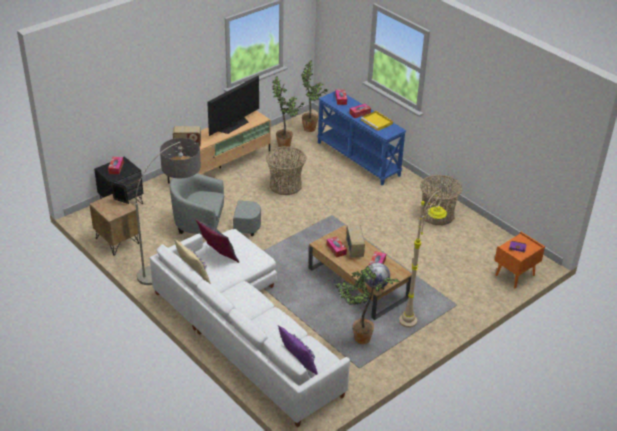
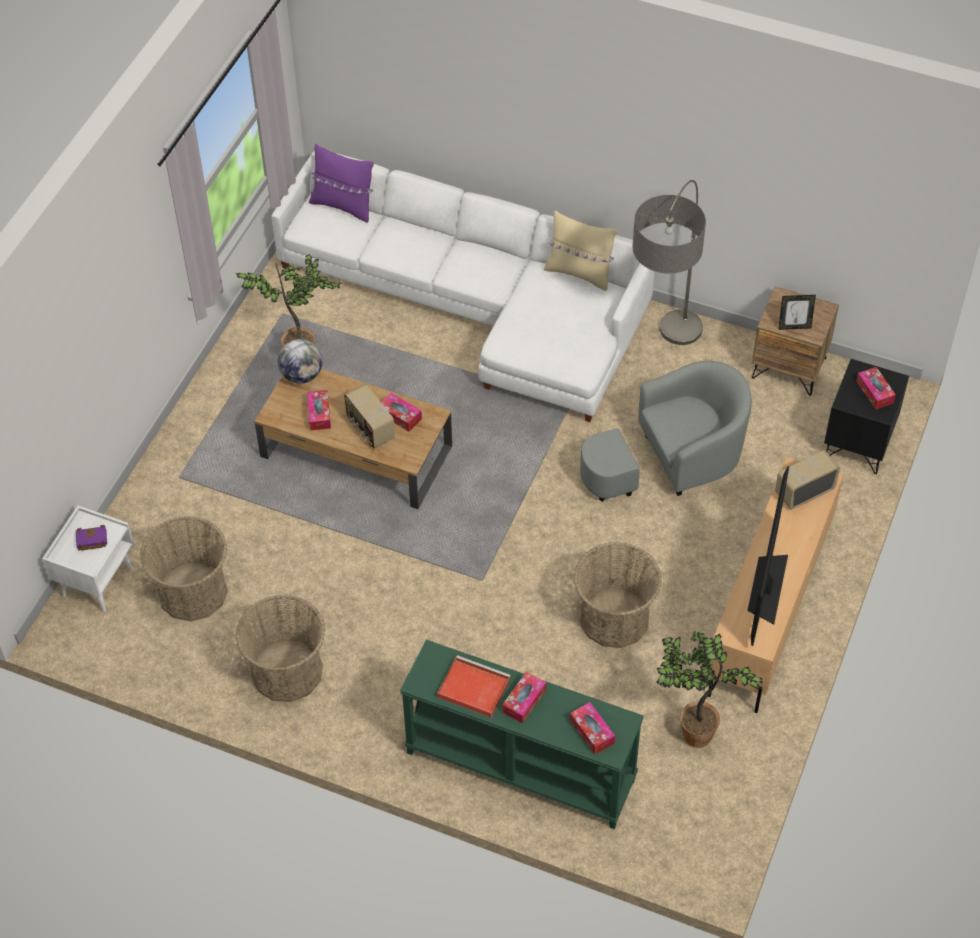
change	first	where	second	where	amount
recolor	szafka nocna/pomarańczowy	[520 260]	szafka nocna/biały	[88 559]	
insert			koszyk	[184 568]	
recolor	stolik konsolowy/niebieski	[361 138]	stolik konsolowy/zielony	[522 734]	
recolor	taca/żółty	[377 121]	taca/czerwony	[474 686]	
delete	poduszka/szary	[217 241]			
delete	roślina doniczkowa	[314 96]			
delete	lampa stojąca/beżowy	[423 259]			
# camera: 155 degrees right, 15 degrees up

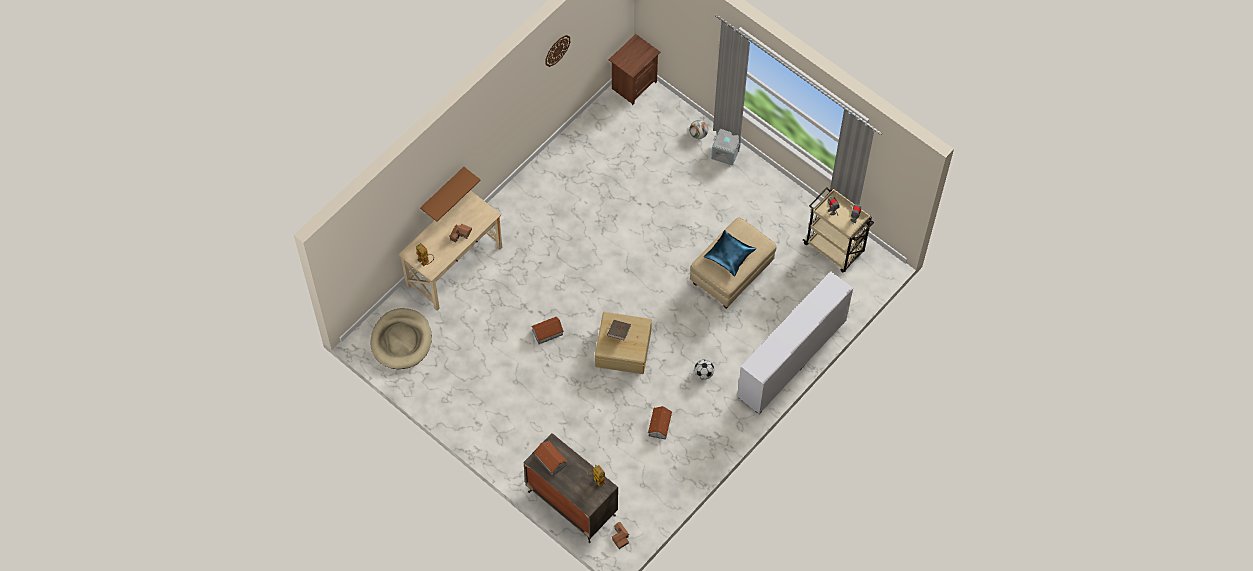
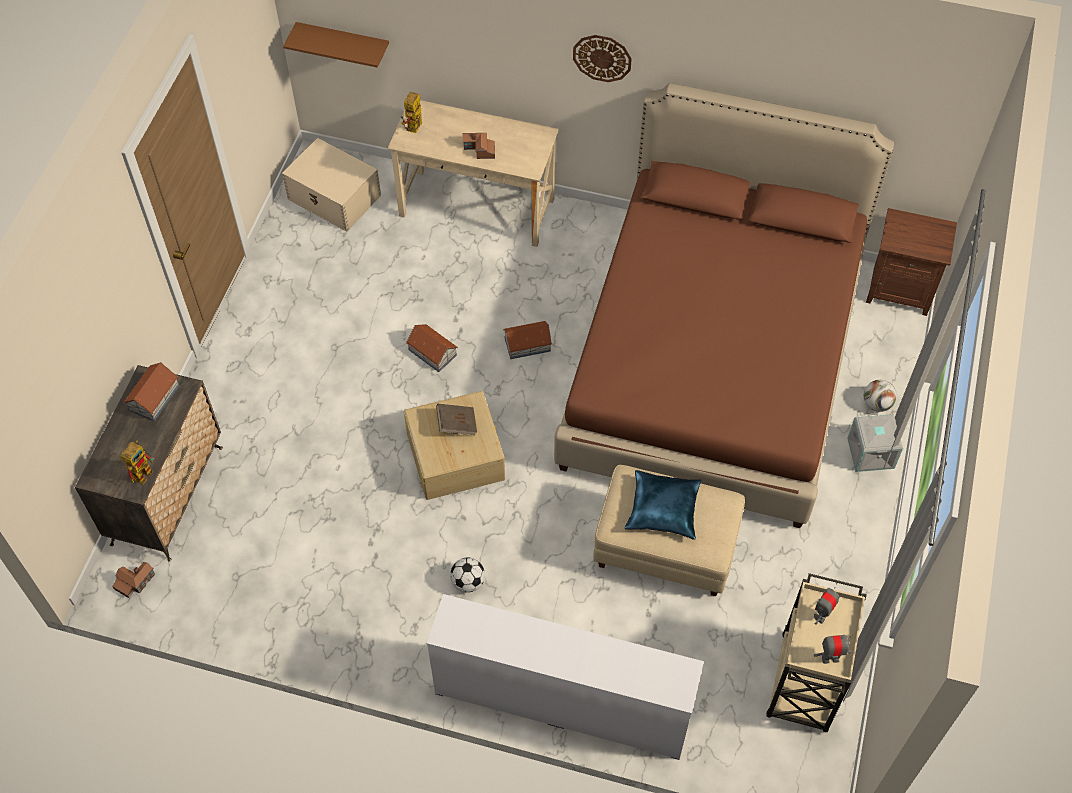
change	first	where	second	where	amount
replace	legowisko/beżowy	[401 338]	pojemnik do przechowywania/beżowy	[331 185]	
move	półka/brązowy	[450 194]		[336 45]	
move	domek	[660 423]		[528 340]	
insert			łóżko/brązowy	[724 305]	
move	zegar ścienny	[557 51]		[602 58]	
# camera: 65 degrees right, 5 degrees down

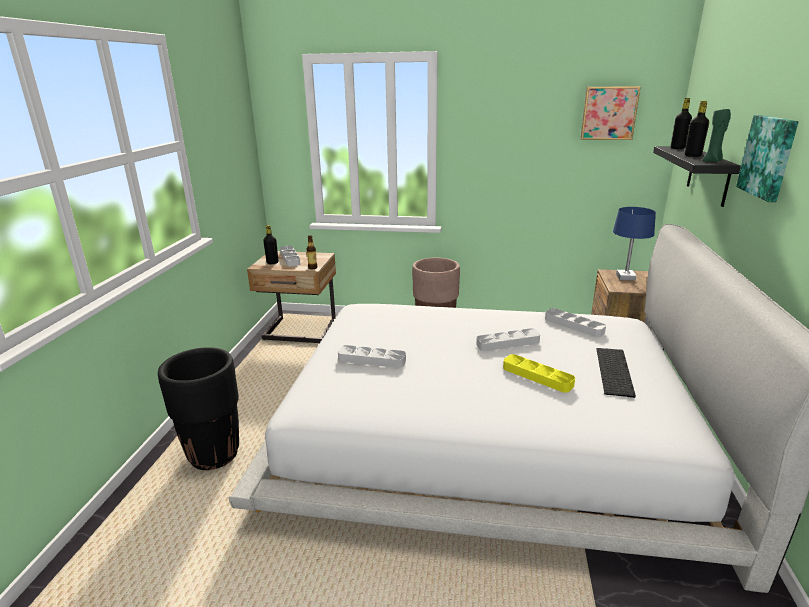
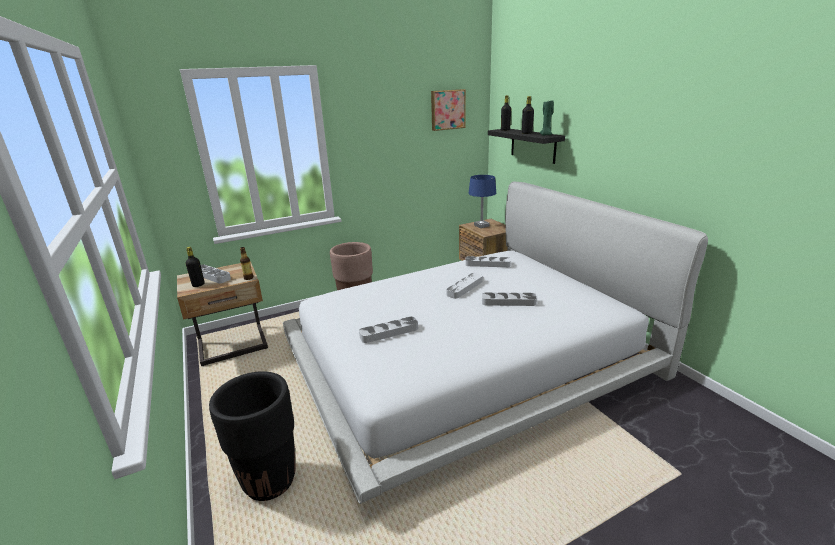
change	first	where	second	where	amount
recolor	taca/żółty	[539 373]	taca/szary	[509 299]	
delete	klawiatura	[616 373]			
delete	obraz	[767 158]			
# camera: 35 degrees left, 0 degrees up

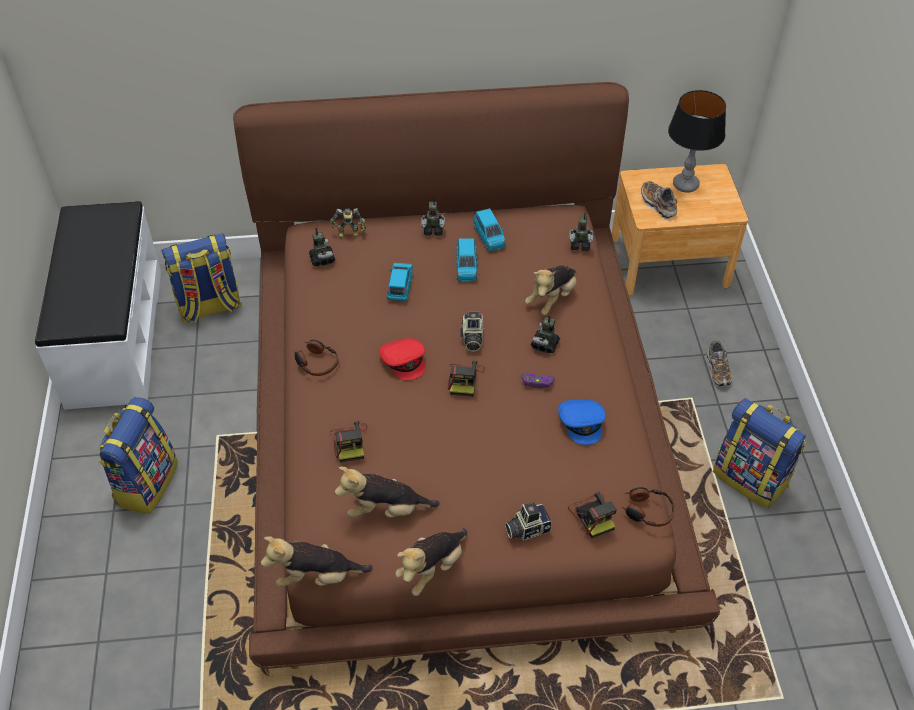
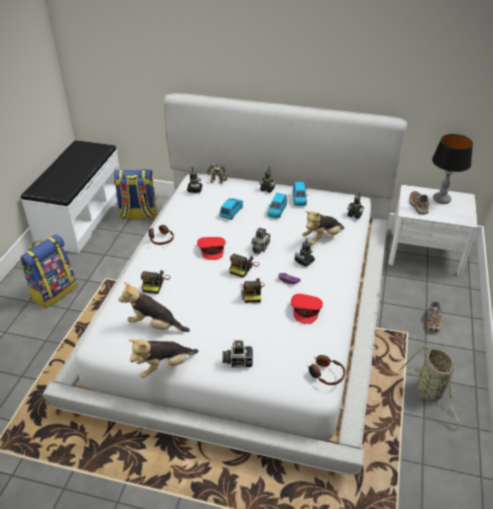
change	first	where	second	where	amount
recolor	łóżko/brązowy	[476 375]	łóżko/biały	[225 284]	
move	aparat fotograficzny	[592 515]		[252 290]	
recolor	czapka z daszkiem/niebieski	[582 422]	czapka z daszkiem/czerwony	[307 309]	
recolor	szafka nocna/brązowy	[680 229]	szafka nocna/biały	[433 230]	
replace	plecak	[759 453]	koszyk	[431 385]	
delete	pluszak	[317 561]			
# camera: 20 degrees right, 10 degrees down

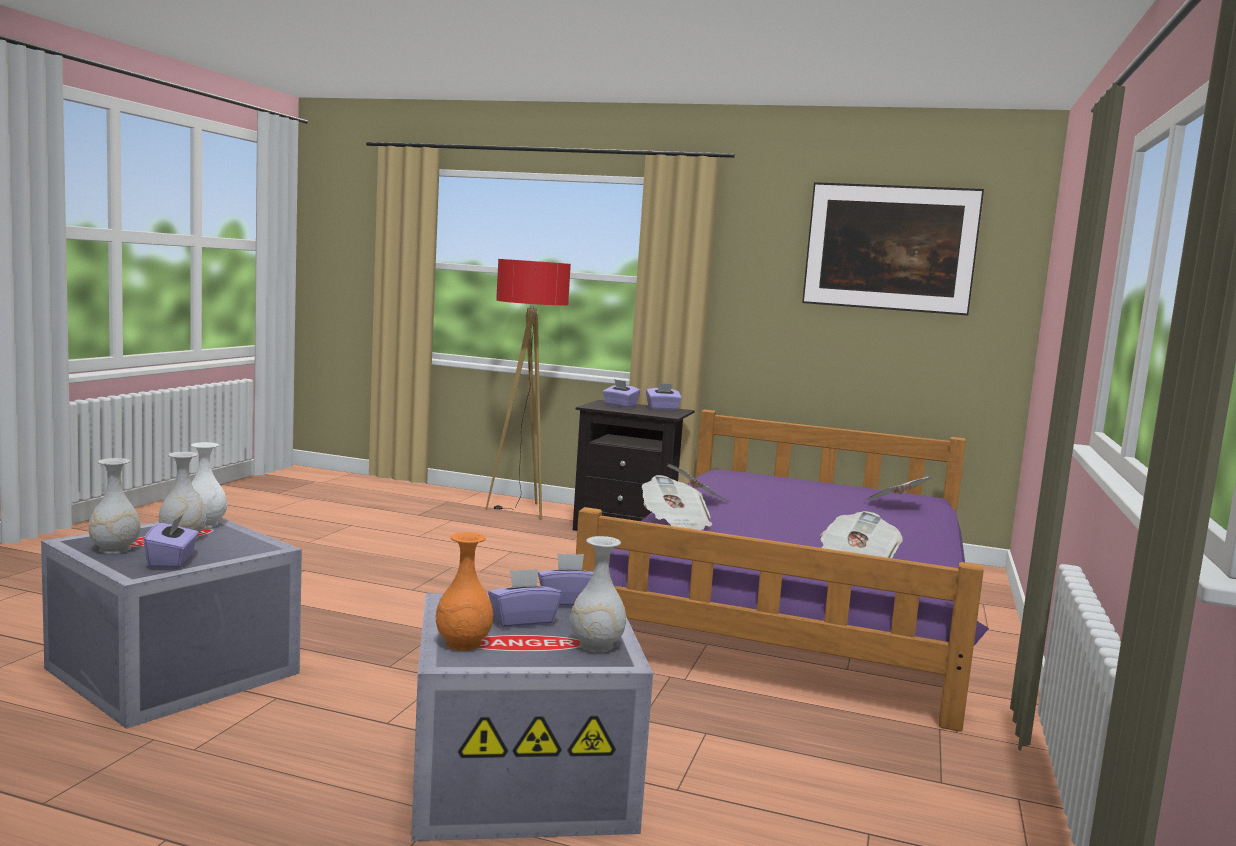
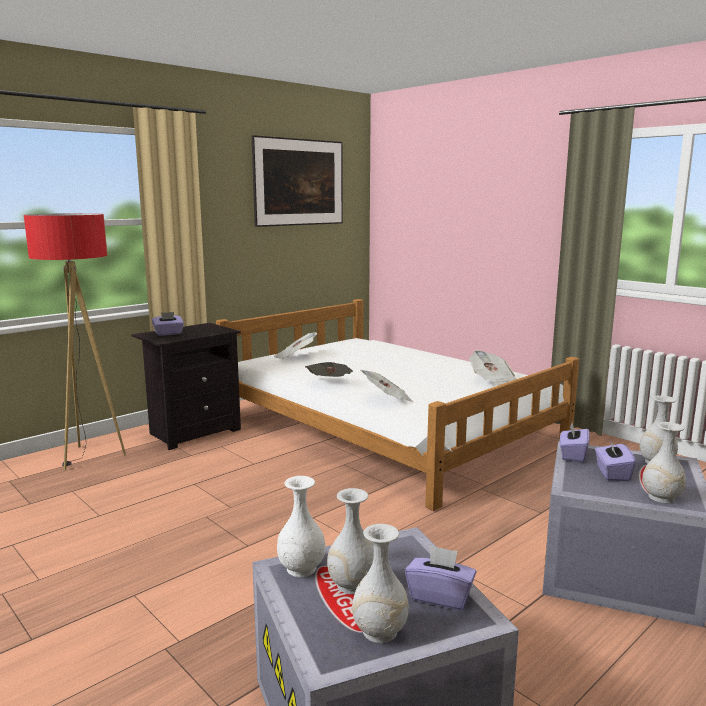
change	first	where	second	where	amount
recolor	łóżko/fioletowy	[782 571]	łóżko/biały	[397 405]	
move	gazeta	[897 488]		[295 345]	
recolor	wazon/pomarańczowy	[464 591]	wazon/biały	[664 462]	
delete	pudełko chusteczek/fioletowy	[664 396]			
# camera: 60 degrees left, 5 degrees up

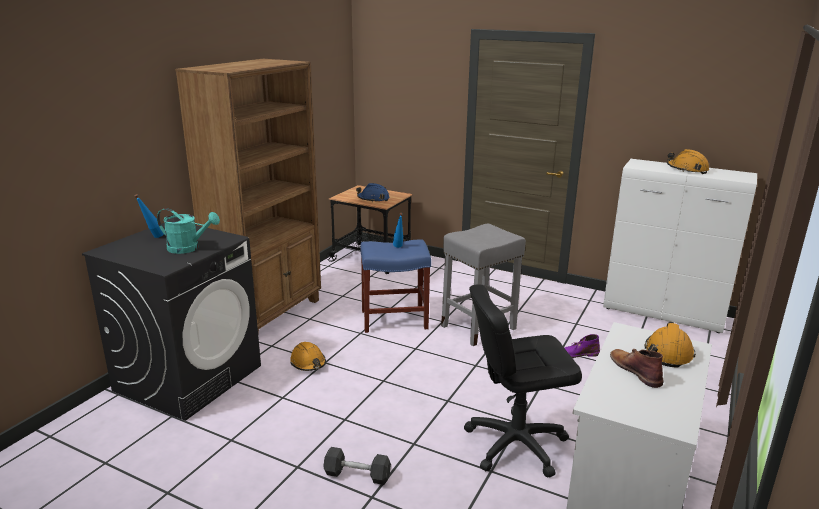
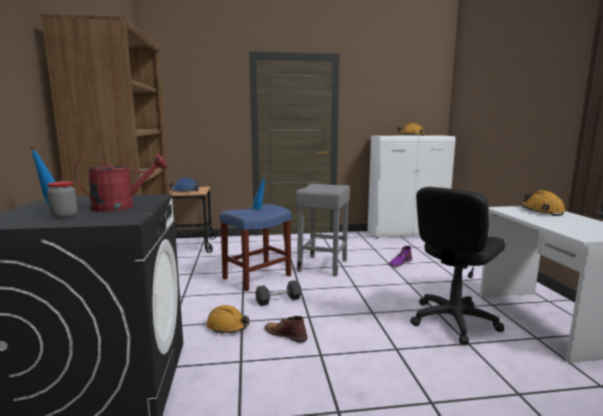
change	first	where	second	where	amount
insert			słoik	[62 200]	
recolor	konewka/turkusowy	[188 231]	konewka/czerwony	[120 183]	
move	hantel/szary	[357 466]		[278 293]	
move	but z cholewką/brązowy	[637 368]		[286 329]	
# camera: 35 degrees left, 10 degrees down

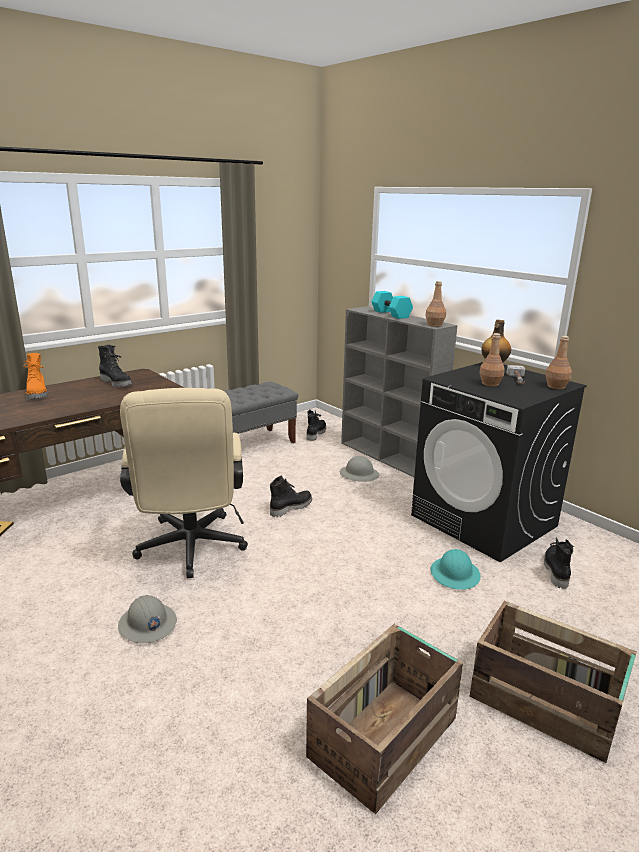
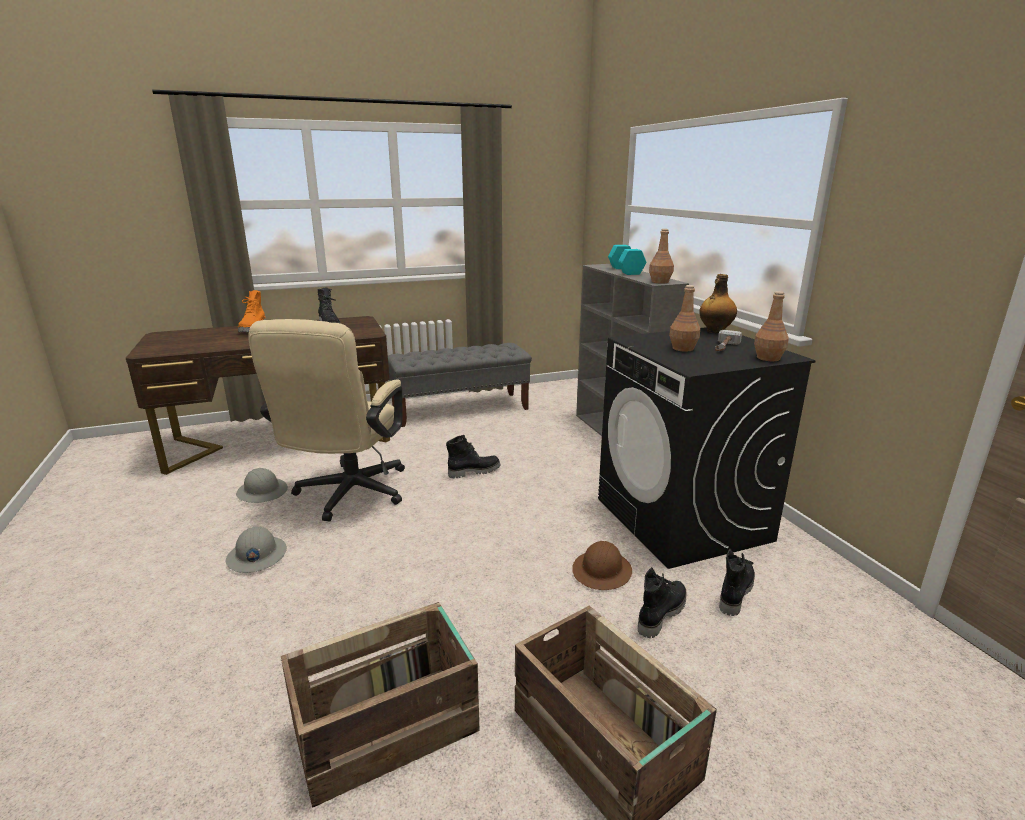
change	first	where	second	where	amount
move	kask/szary	[359 469]		[262 485]	
recolor	kask/turkusowy	[456 569]	kask/brązowy	[602 565]	
move	but z cholewką/czarny	[316 425]		[662 602]	
# camera: 20 degrees right, 0 degrees up

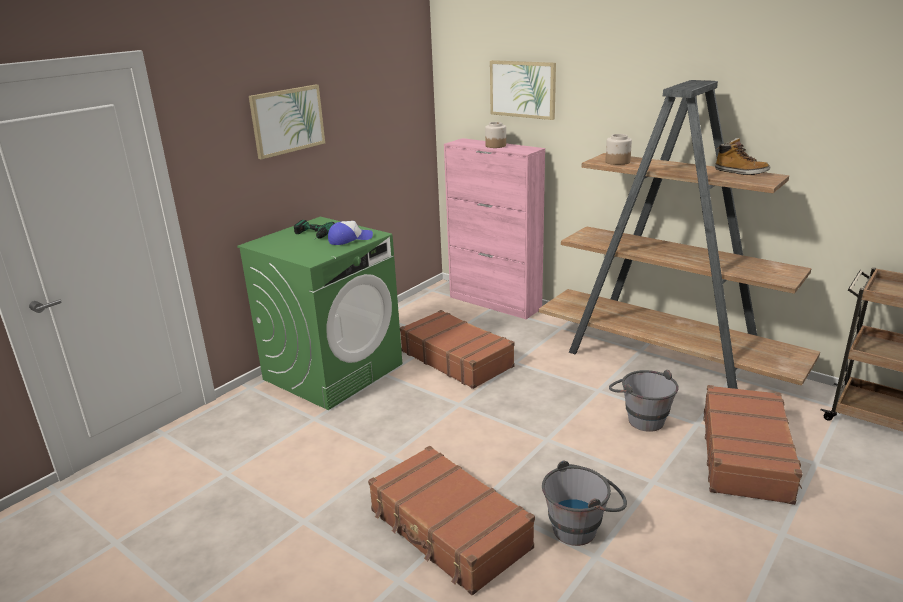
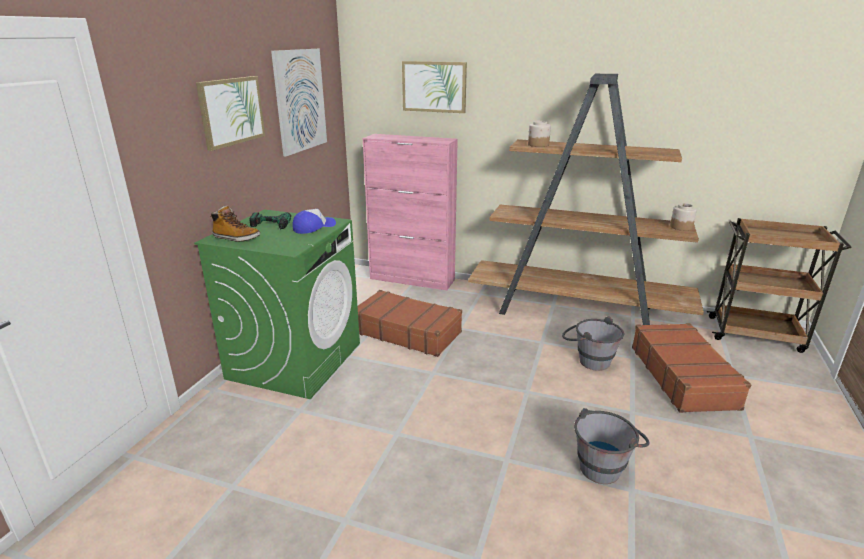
change	first	where	second	where	amount
move	but z cholewką	[742 156]		[235 223]	
insert			obraz	[299 103]	
move	słoik	[495 135]		[683 217]	
delete	walizka/brązowy	[451 520]			
# camera: 20 degrees left, 0 degrees up

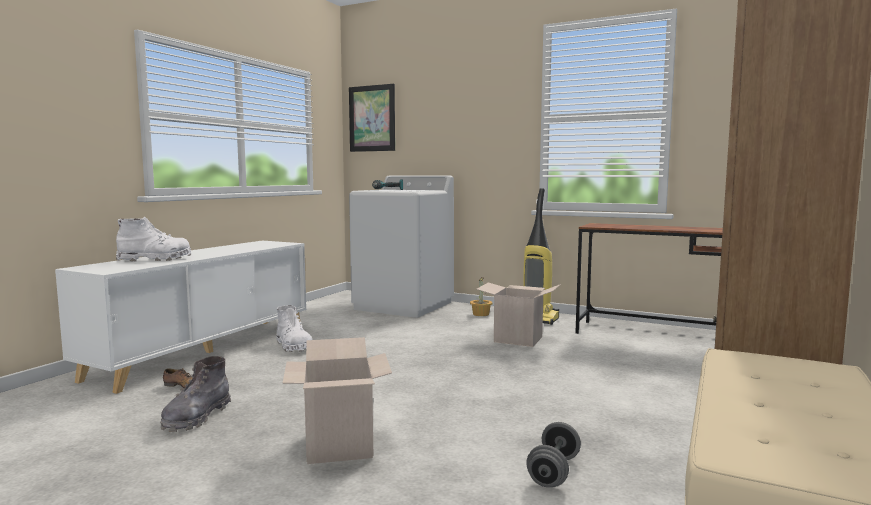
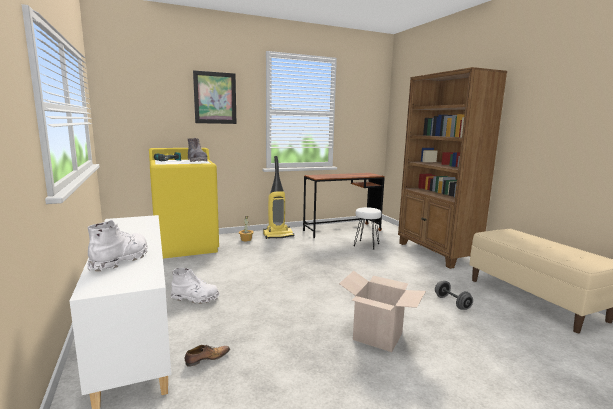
change	first	where	second	where	amount
recolor	pralka/biały	[401 247]	pralka/żółty	[184 203]	
move	but z cholewką/szary	[195 394]		[198 150]	
move	obraz	[372 118]		[214 97]	
insert			stołek/biały	[368 228]	
delete	karton	[519 314]			
# camera: 50 degrees left, 5 degrees up

